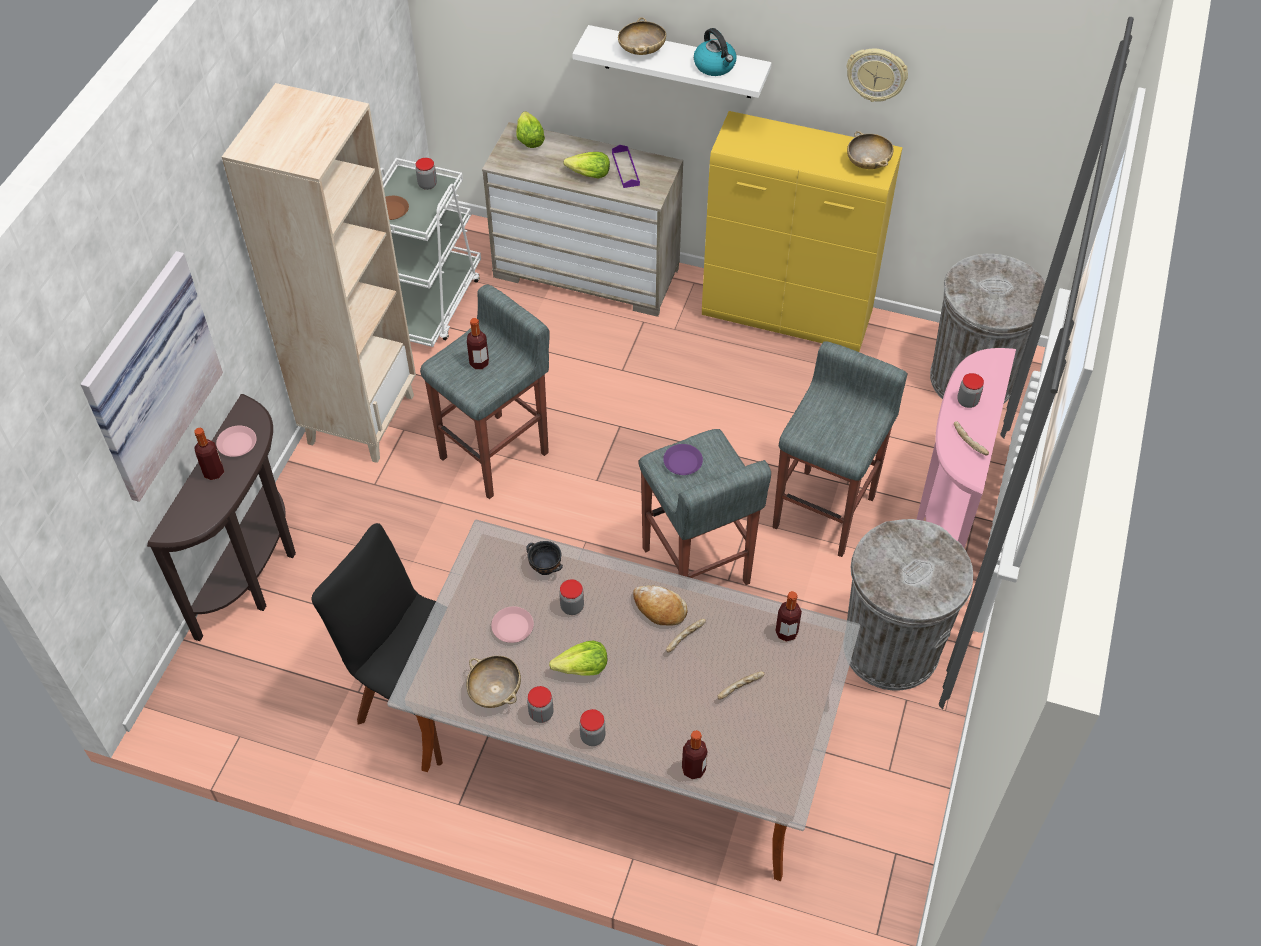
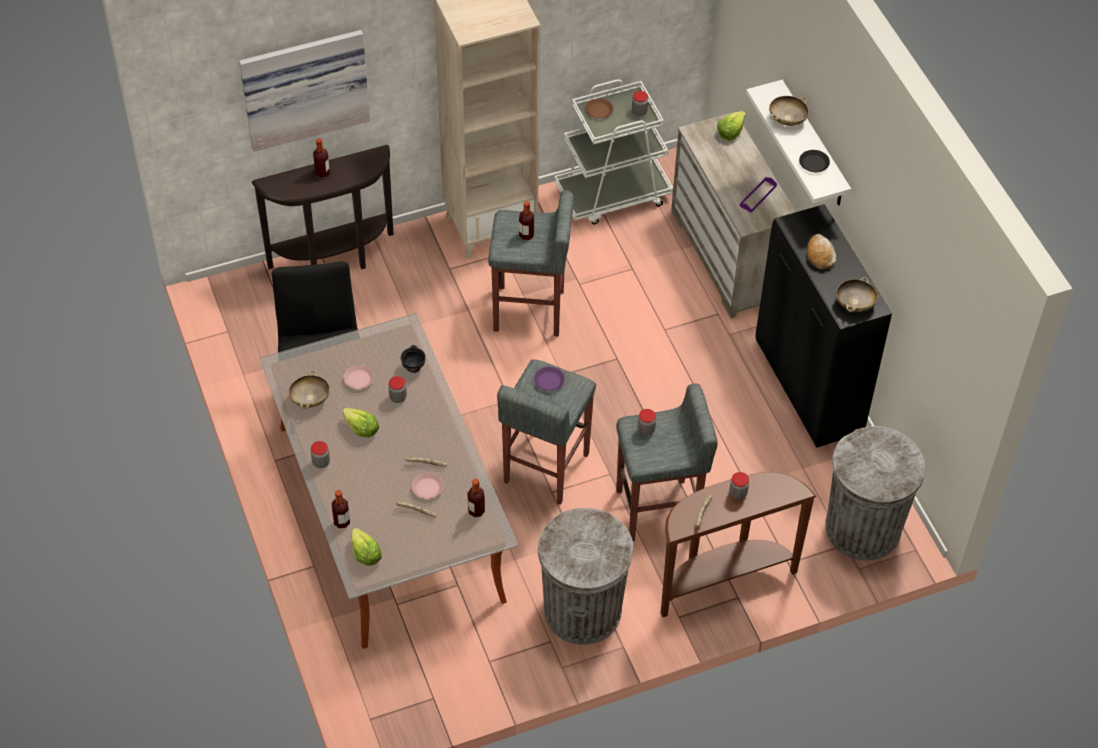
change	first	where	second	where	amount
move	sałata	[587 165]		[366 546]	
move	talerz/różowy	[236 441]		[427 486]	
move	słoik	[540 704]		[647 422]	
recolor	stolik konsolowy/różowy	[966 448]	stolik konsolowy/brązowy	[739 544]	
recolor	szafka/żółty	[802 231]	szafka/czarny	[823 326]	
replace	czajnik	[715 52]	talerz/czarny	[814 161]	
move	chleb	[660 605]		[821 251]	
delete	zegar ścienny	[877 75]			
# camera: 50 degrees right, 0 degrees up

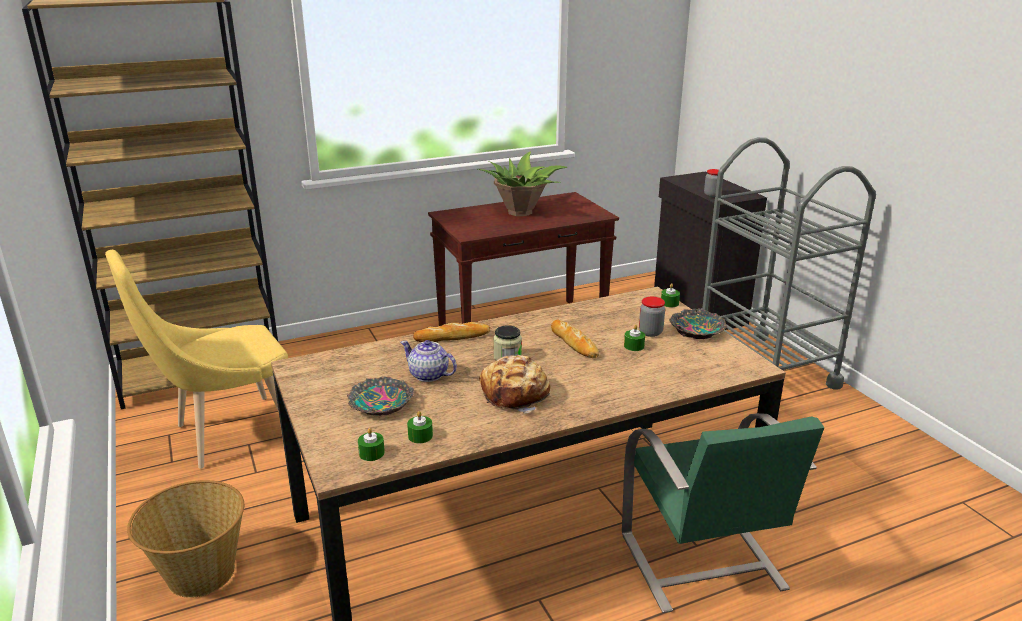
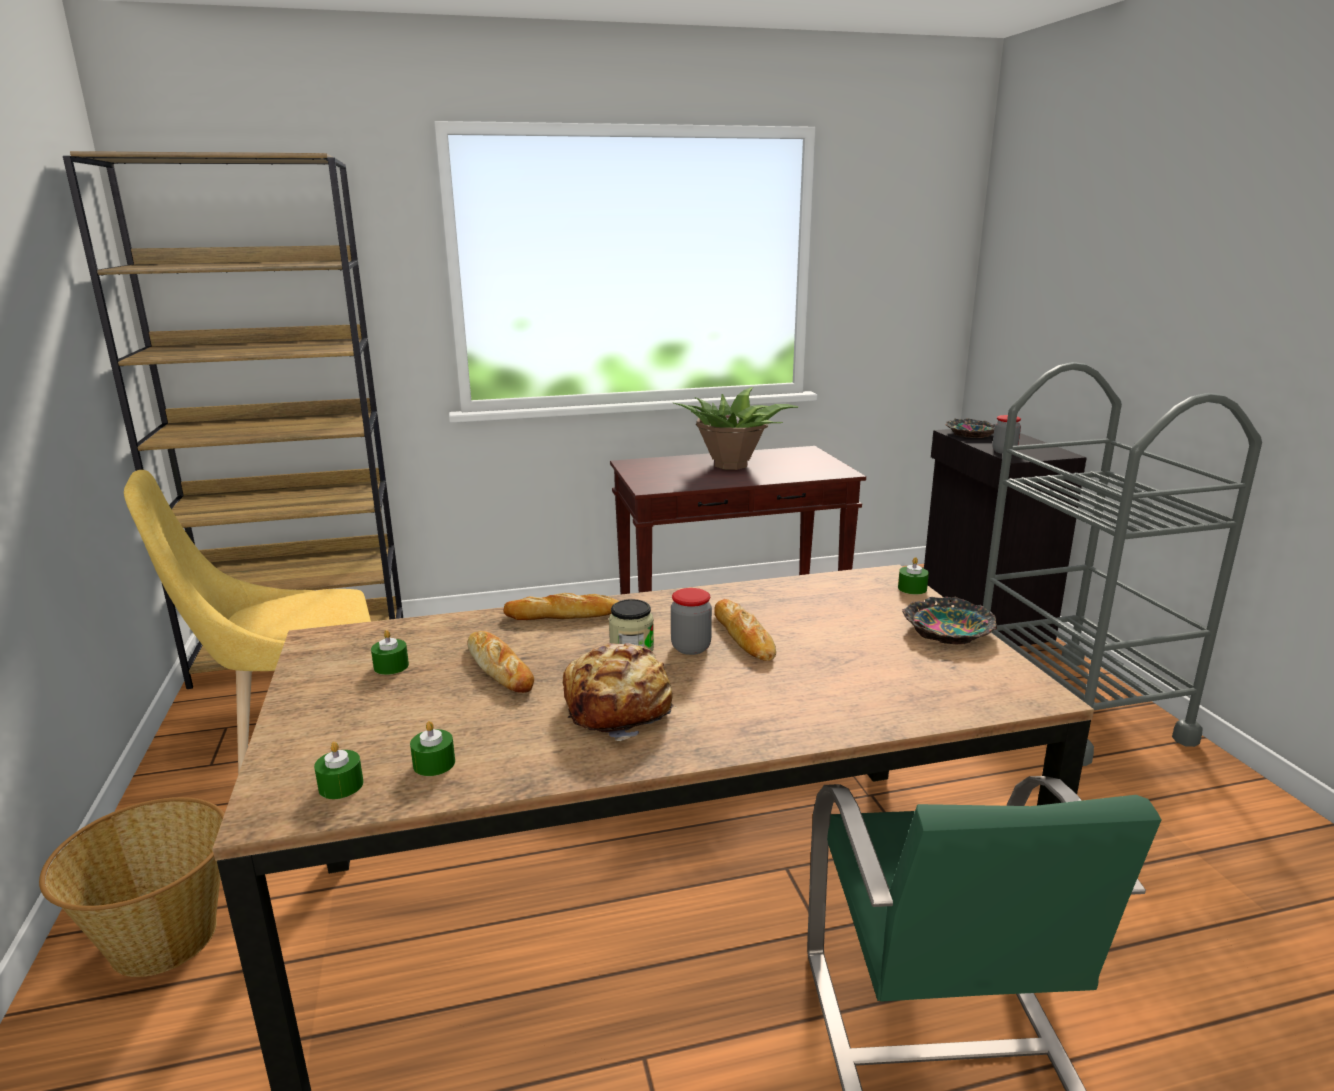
change	first	where	second	where	amount
move	świeca/zielony	[634 338]		[390 652]	
replace	imbryk	[429 361]	chleb	[501 662]	
move	słoik	[652 317]		[691 621]	
move	miska	[380 396]		[970 428]	
# camera: 10 degrees right, 5 degrees down

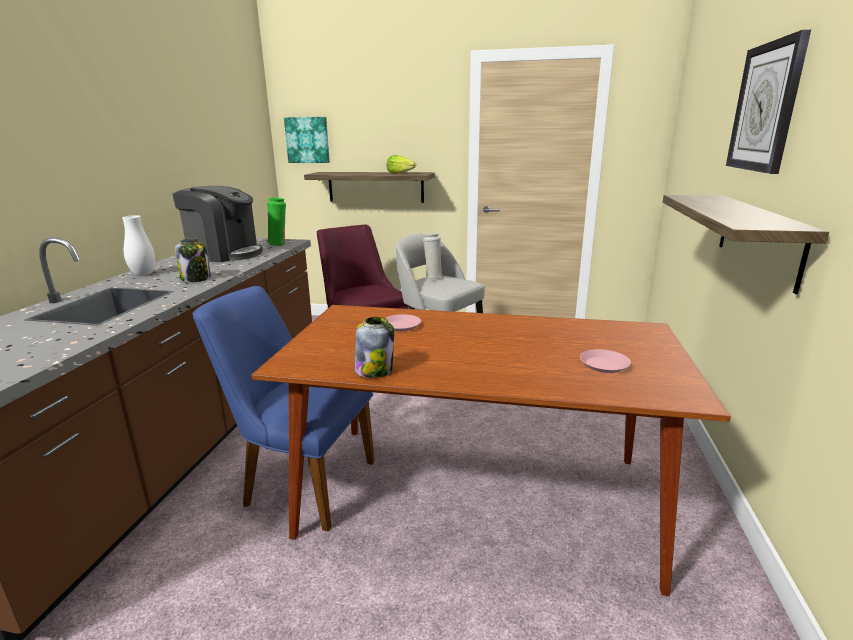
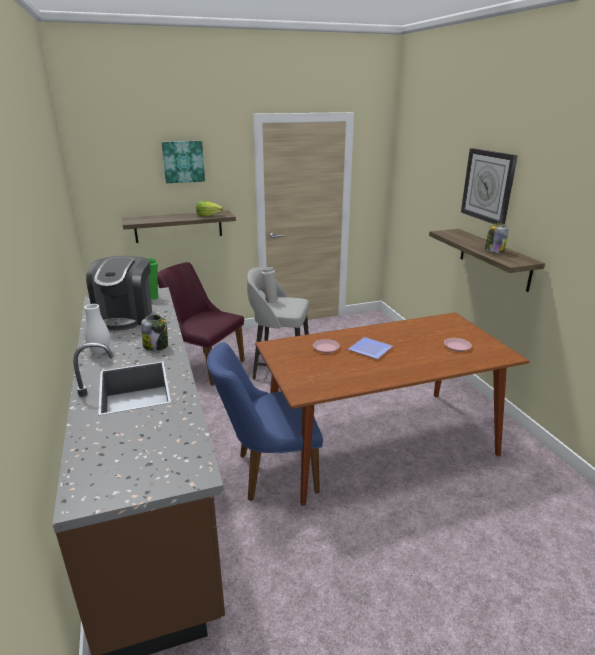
change	first	where	second	where	amount
rotate	ekspres do kawy	[218 224]		[119 293]	105 degrees clockwise
move	obraz	[307 140]		[183 162]	
insert			talerz	[370 348]	
move	słoik	[374 347]		[497 238]	
# camera: 30 degrees left, 5 degrees up

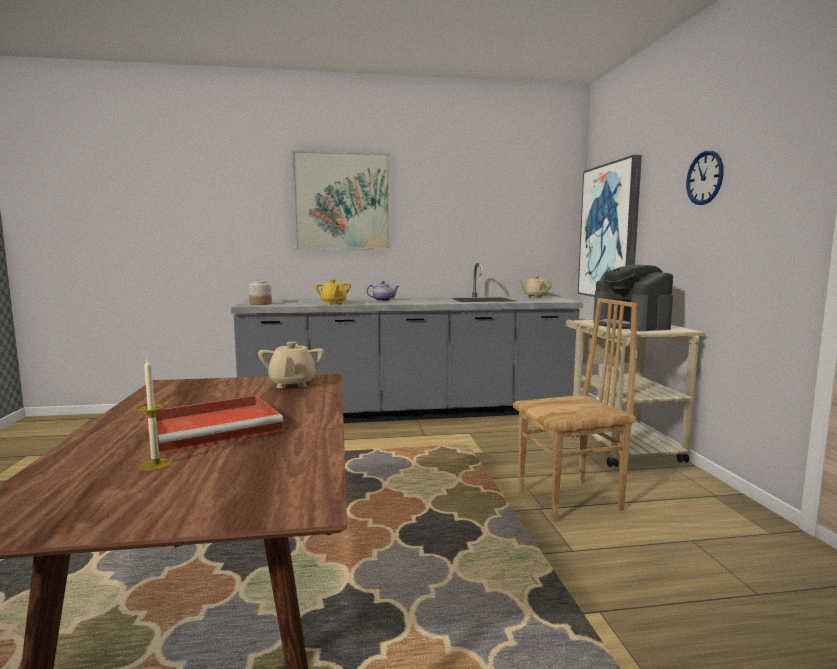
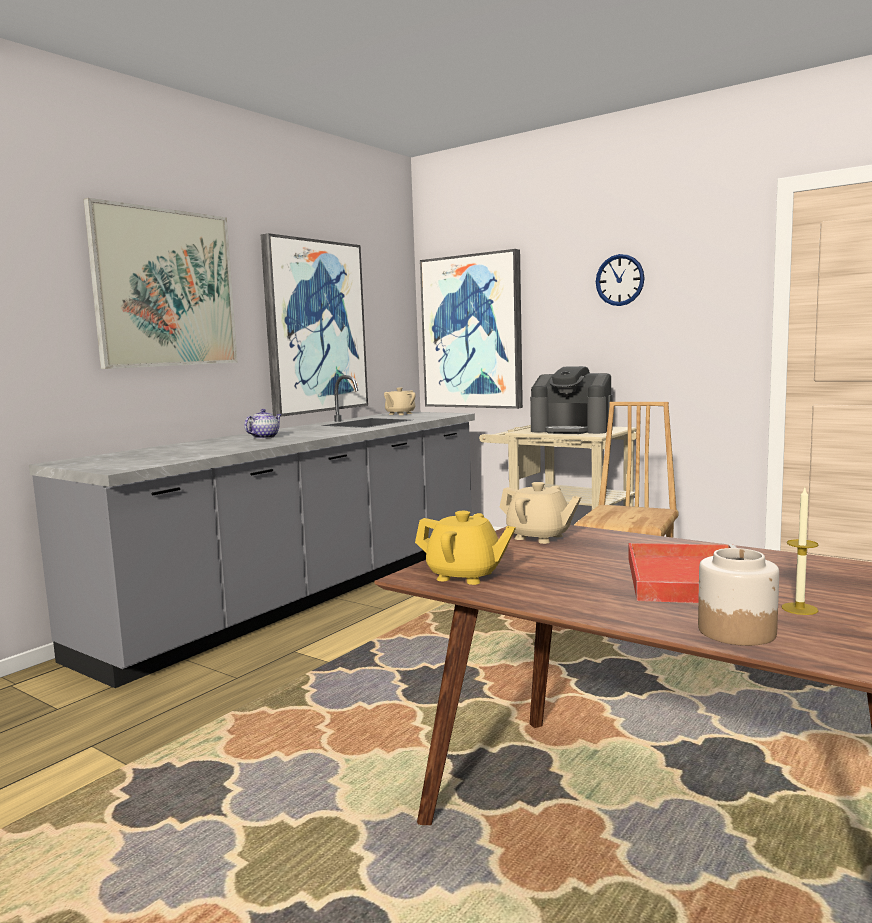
change	first	where	second	where	amount
insert			obraz	[314 325]	
move	imbryk/żółty	[333 292]		[465 548]	
move	słoik	[260 292]		[738 597]	
# camera: 45 degrees left, 0 degrees up

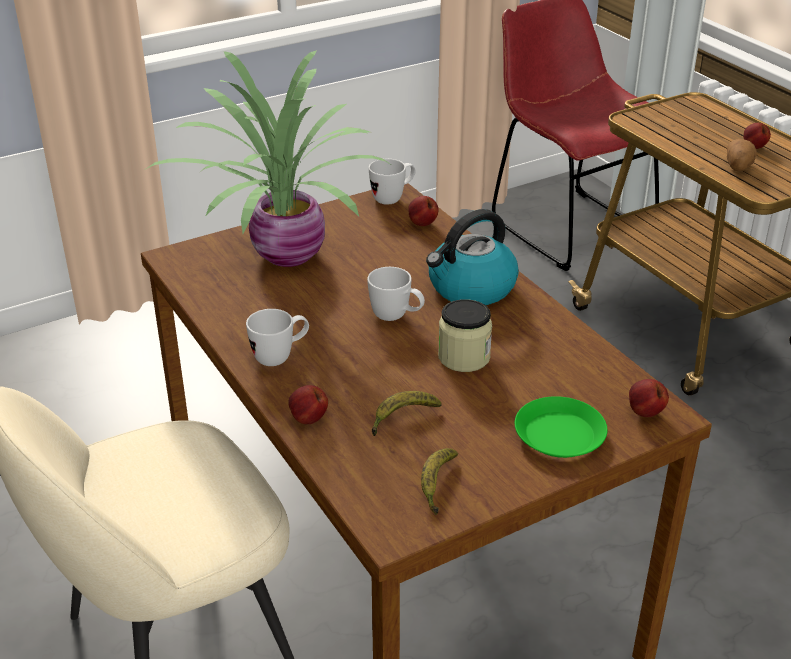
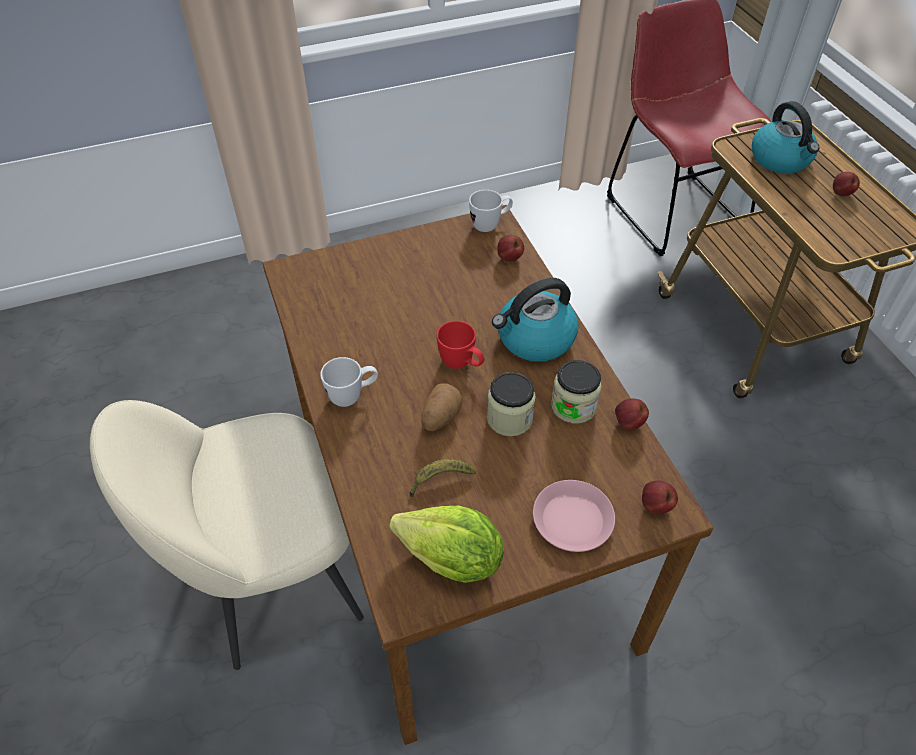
change	first	where	second	where	amount
replace	banan	[439 481]	sałata	[446 544]	
move	ziemniak	[742 155]		[441 407]	
recolor	kubek/biały	[396 294]	kubek/czerwony	[460 345]	
recolor	talerz/zielony	[561 427]	talerz/różowy	[574 516]	
insert			słoik	[576 392]	
move	jabłko	[308 404]		[632 414]	
insert			czajnik	[786 137]	
delete	roślina doniczkowa	[267 158]			
# camera: 10 degrees right, 15 degrees up

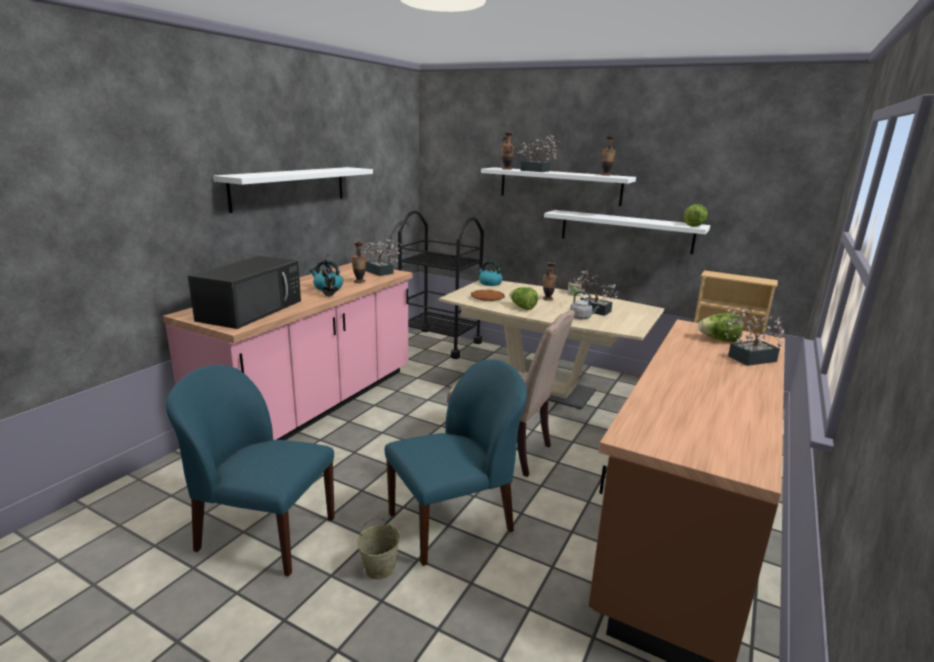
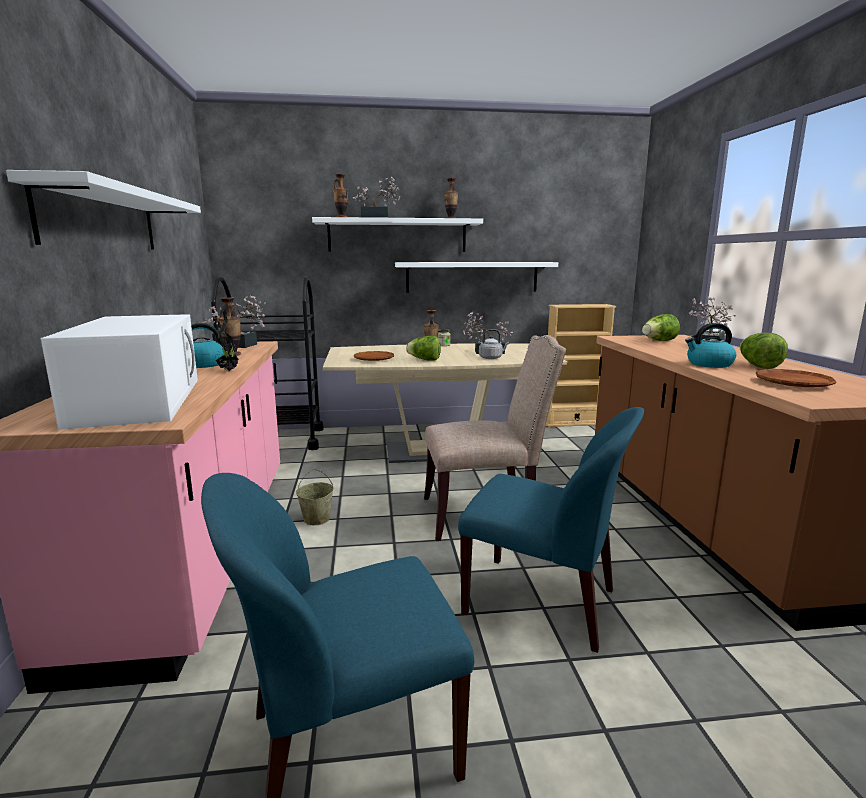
change	first	where	second	where	amount
recolor	mikrofalówka/czarny	[244 292]	mikrofalówka/biały	[119 372]	
move	wiadro/beżowy	[379 548]		[315 497]	
rotate	krzesło/niebieski	[456 462]		[551 530]	90 degrees clockwise
move	czajnik	[490 273]		[710 345]	
move	sałata	[695 215]		[764 351]	
insert			talerz/brązowy	[796 378]	
# camera: 35 degrees left, 5 degrees down

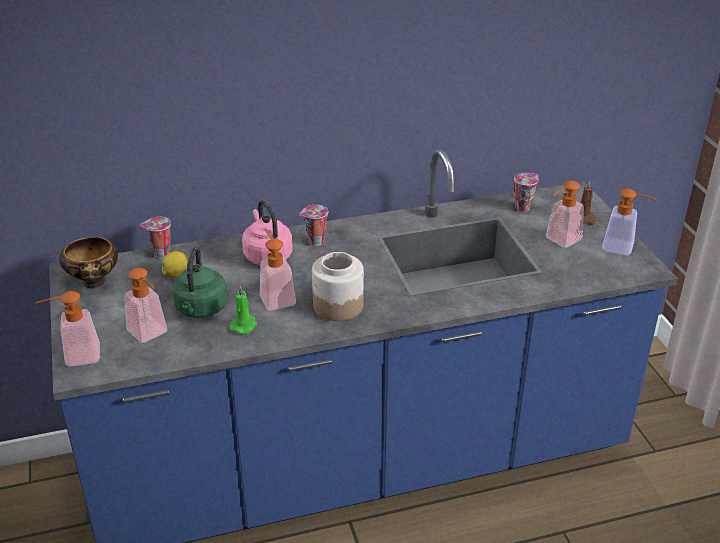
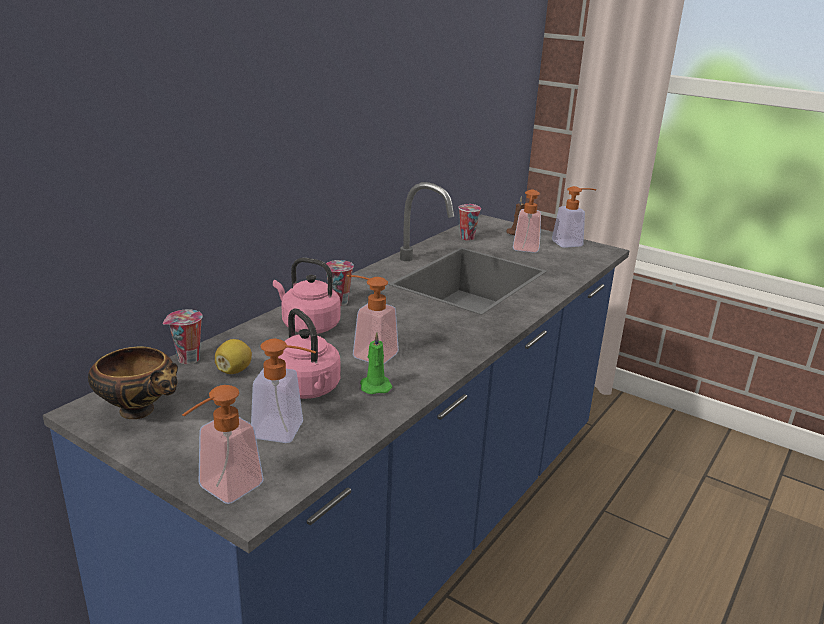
change	first	where	second	where	amount
recolor	czajnik/zielony	[199 282]	czajnik/różowy	[309 353]	
delete	słoik	[338 286]			
# camera: 40 degrees left, 10 degrees down

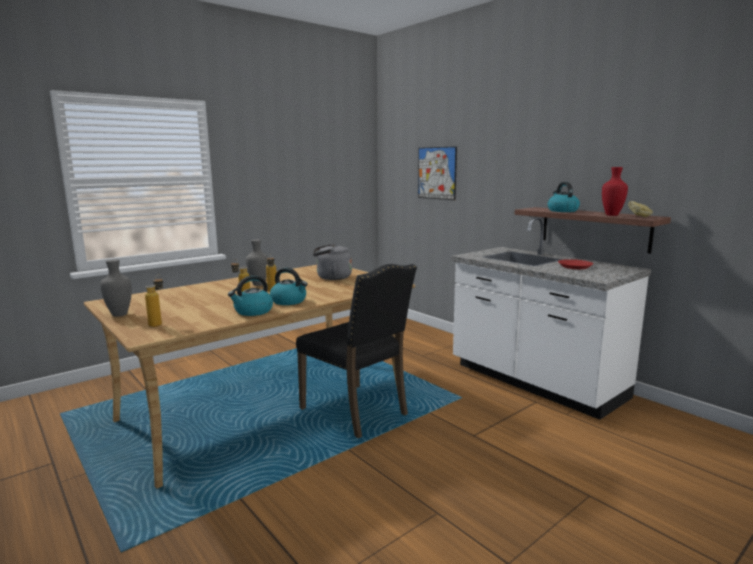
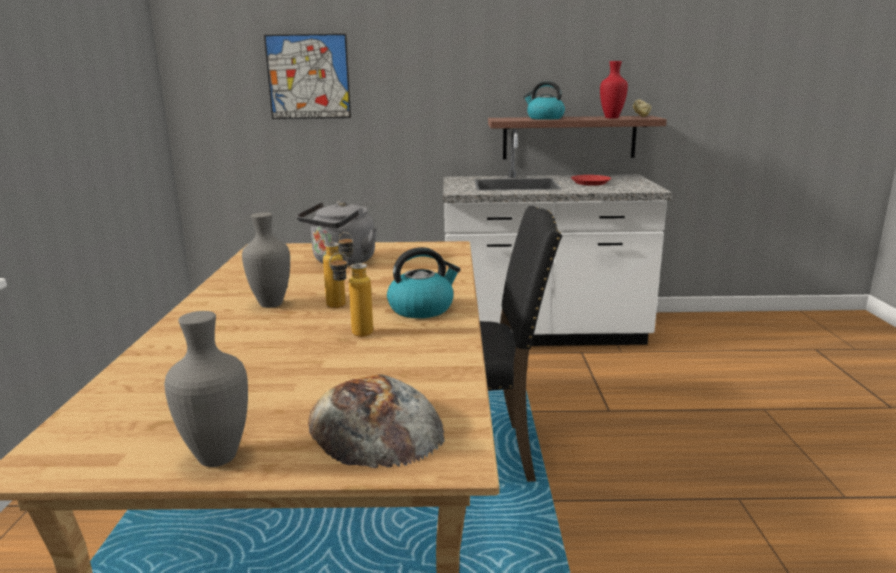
change	first	where	second	where	amount
replace	butelka	[154 300]	chleb	[376 421]	
delete	czajnik	[250 295]			
# camera: 50 degrees left, 5 degrees up

